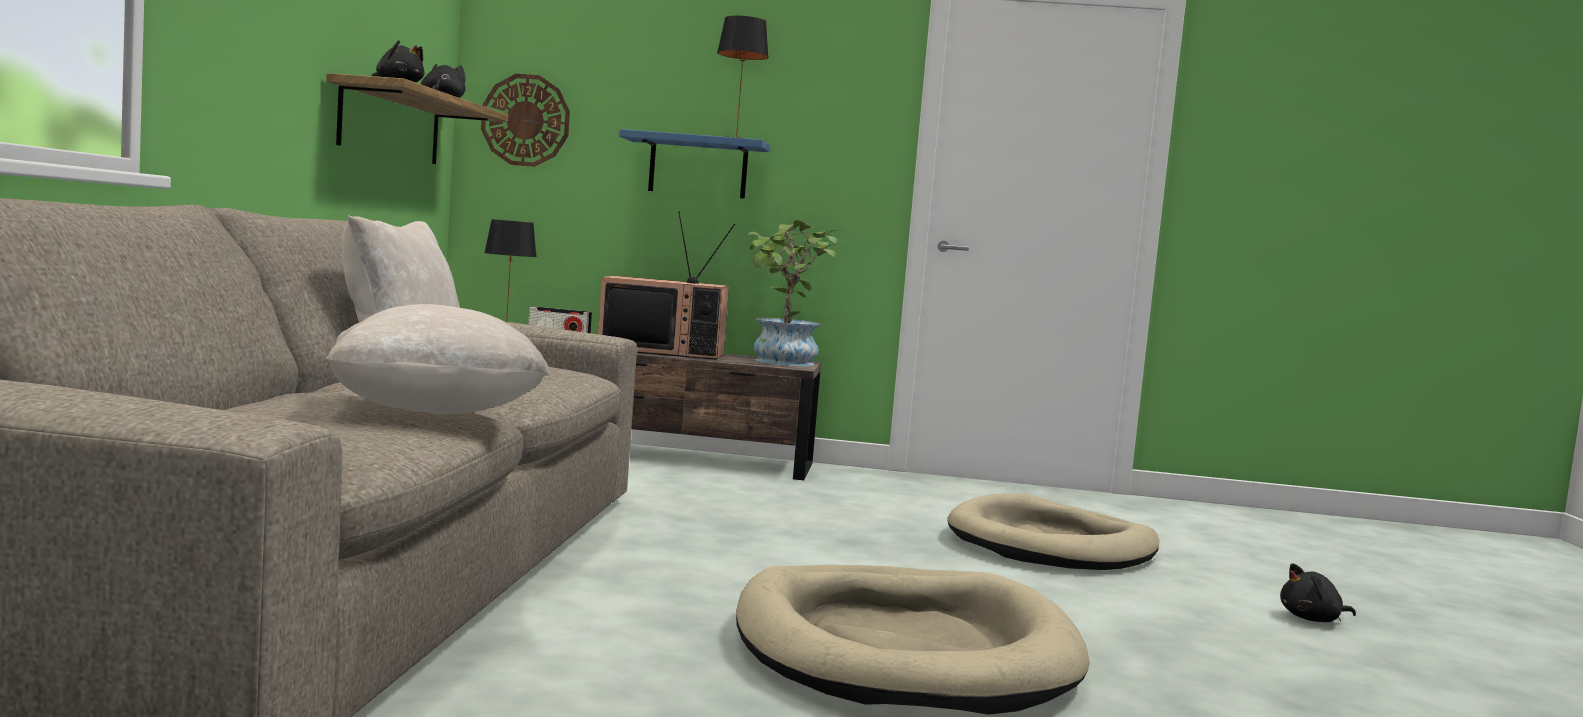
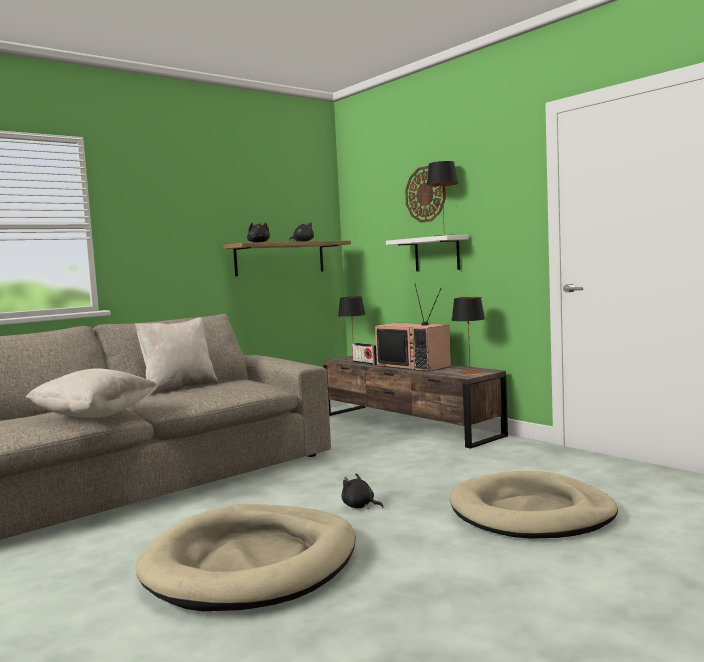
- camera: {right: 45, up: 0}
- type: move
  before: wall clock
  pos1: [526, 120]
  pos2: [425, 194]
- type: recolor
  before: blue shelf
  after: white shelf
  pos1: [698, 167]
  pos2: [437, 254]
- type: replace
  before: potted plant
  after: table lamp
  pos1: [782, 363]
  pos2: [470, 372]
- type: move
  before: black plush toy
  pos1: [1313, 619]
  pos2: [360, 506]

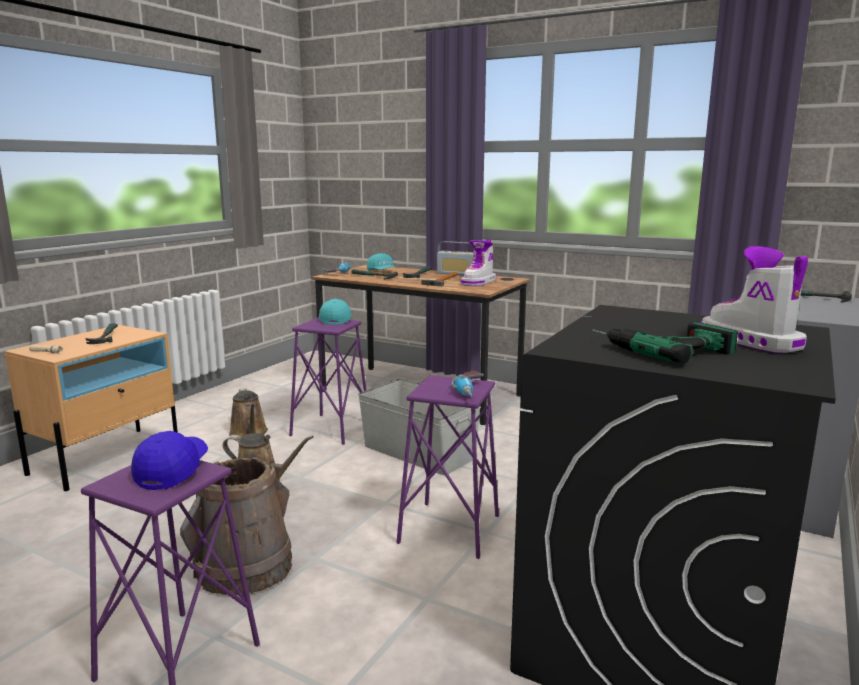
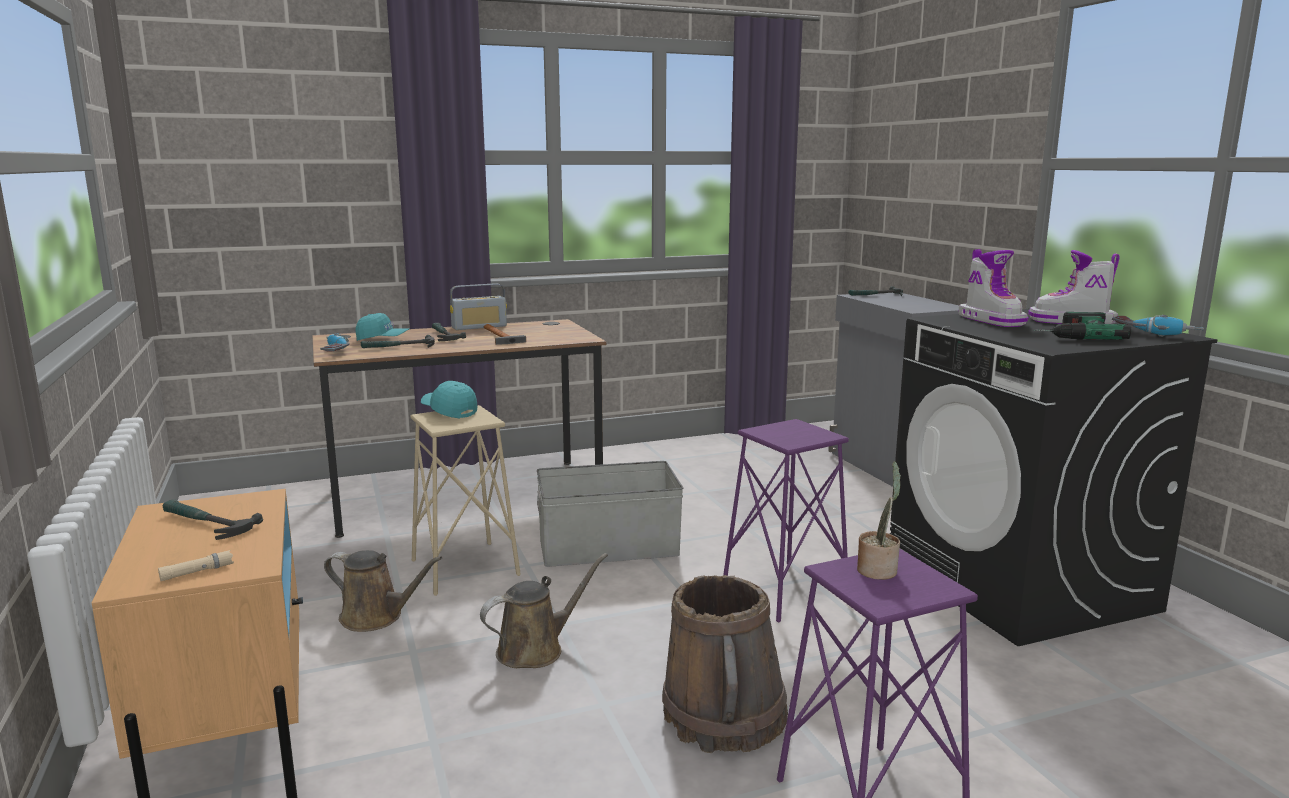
- camera: {right: -50, up: 0}
- type: move
  before: boot
  pos1: [479, 282]
  pos2: [991, 320]
- type: recolor
  before: purple stool
  after: beige stool
  pos1: [331, 429]
  pos2: [464, 568]
- type: move
  before: power drill
  pos1: [470, 392]
  pos2: [1154, 334]
- type: replace
  before: blue cap
  after: potted plant
  pos1: [172, 471]
  pos2: [878, 570]

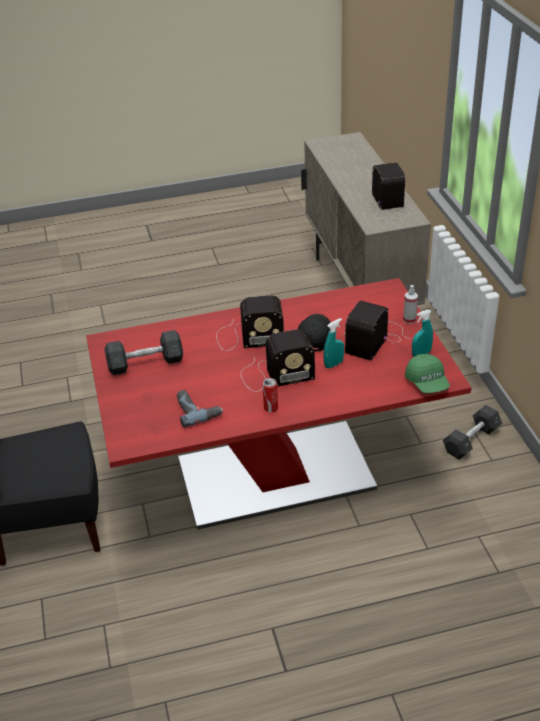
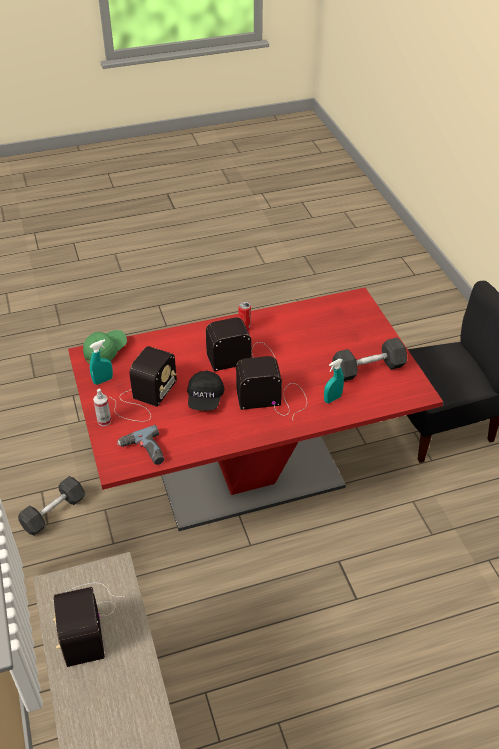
- camera: {right: 175, up: 5}
- type: move
  before: turquoise spray bottle
  pos1: [333, 364]
  pos2: [332, 399]
- type: rotate
  before: green cap
  pos1: [427, 383]
  pos2: [105, 351]
  turn: 60
- type: move
  before: power drill
  pos1: [197, 410]
  pos2: [143, 451]

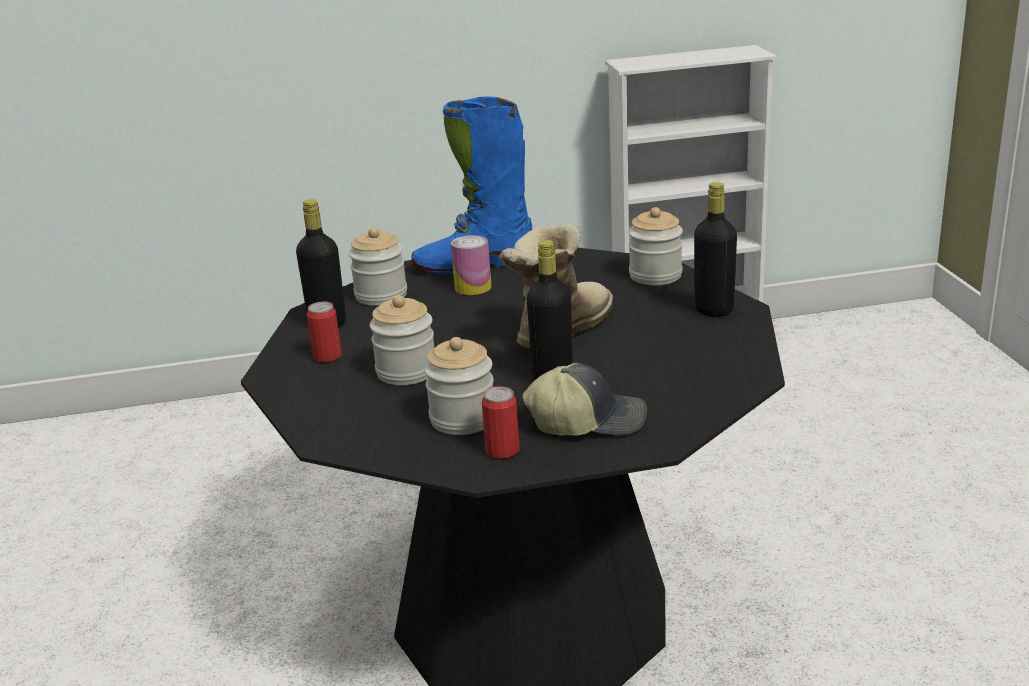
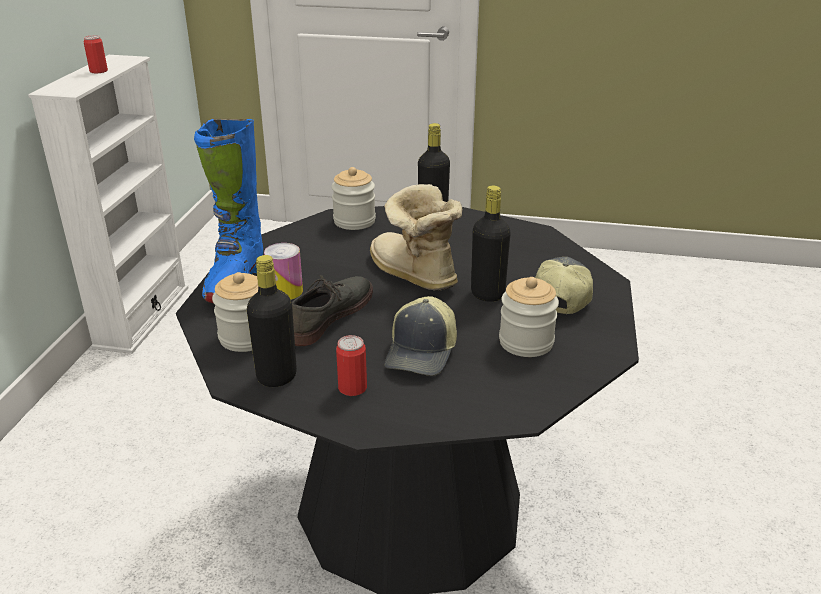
- camera: {right: -70, up: 5}
- type: replace
  before: jar
  after: cap
  pos1: [406, 372]
  pos2: [422, 352]
- type: move
  before: can
  pos1: [502, 450]
  pos2: [98, 71]
- type: insert
  after: grey shoe
  pos2: [329, 315]

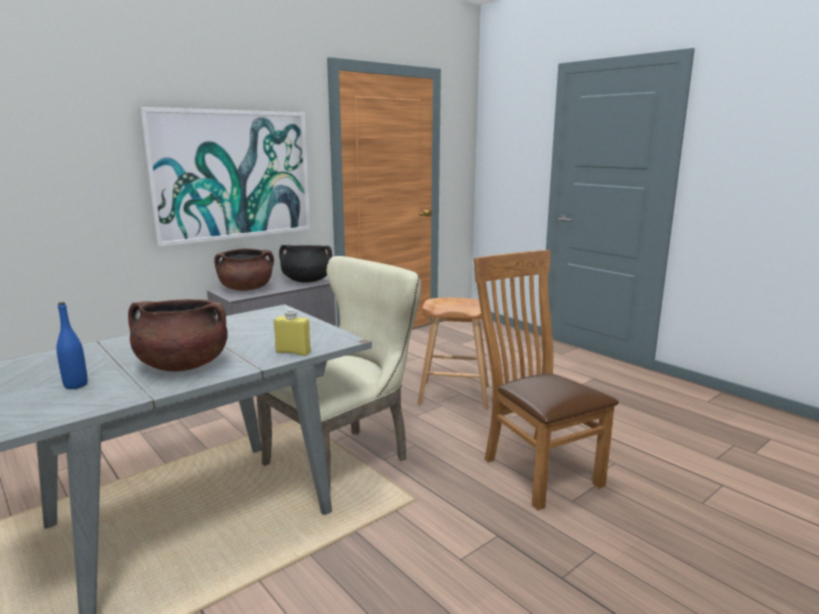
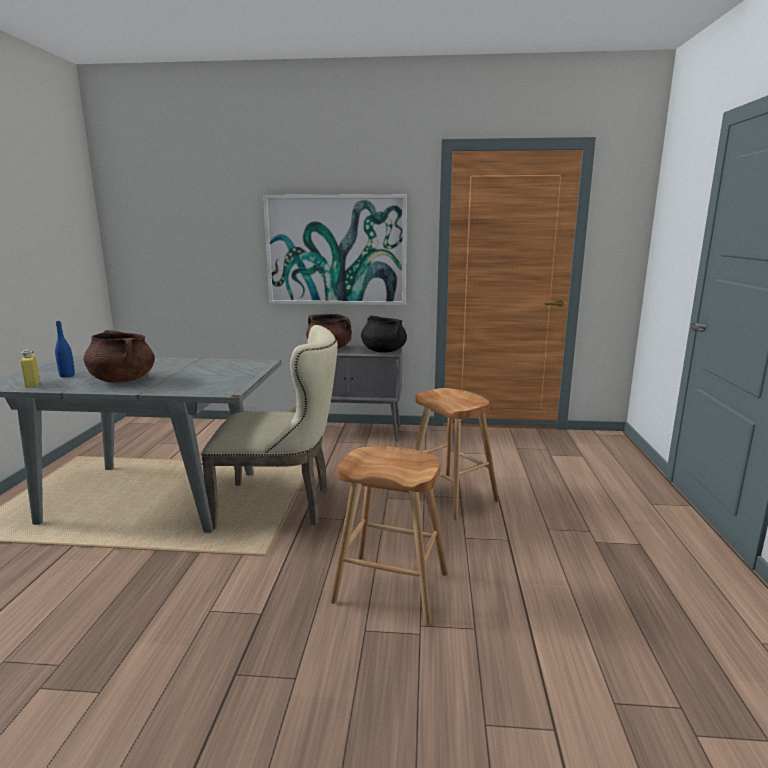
- camera: {right: 45, up: 0}
- type: replace
  before: brown chair
  after: brown stool
  pos1: [535, 469]
  pos2: [390, 588]
- type: move
  before: yellow bottle
  pos1: [293, 352]
  pos2: [32, 384]

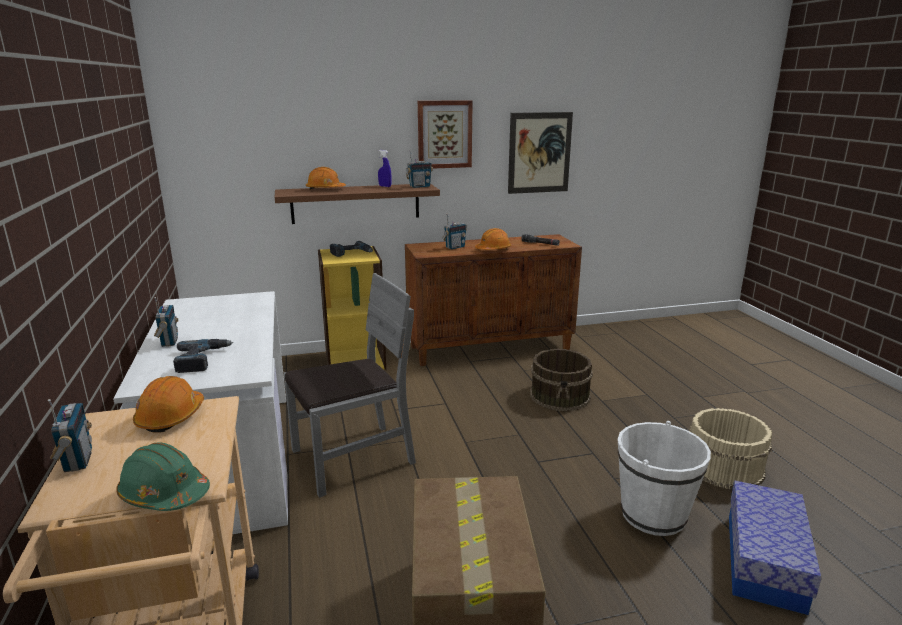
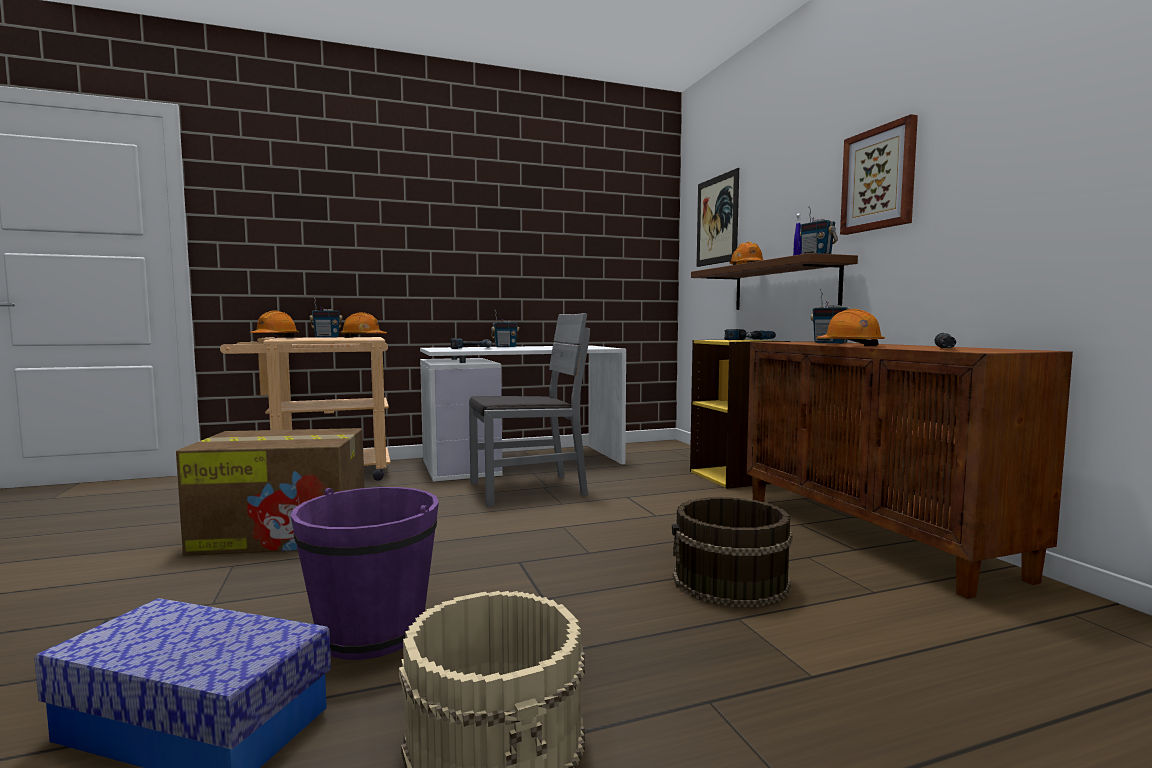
- camera: {right: 85, up: -15}
- type: move
  before: picture
  pos1: [539, 153]
  pos2: [717, 220]
- type: rotate
  before: grey chair
  pos1: [353, 458]
  pos2: [527, 489]
  turn: -75
- type: recolor
  before: white bucket
  after: purple bucket
  pos1: [653, 514]
  pos2: [371, 632]
- type: recolor
  before: green hard hat
  after: orange hard hat
  pos1: [164, 494]
  pos2: [275, 337]

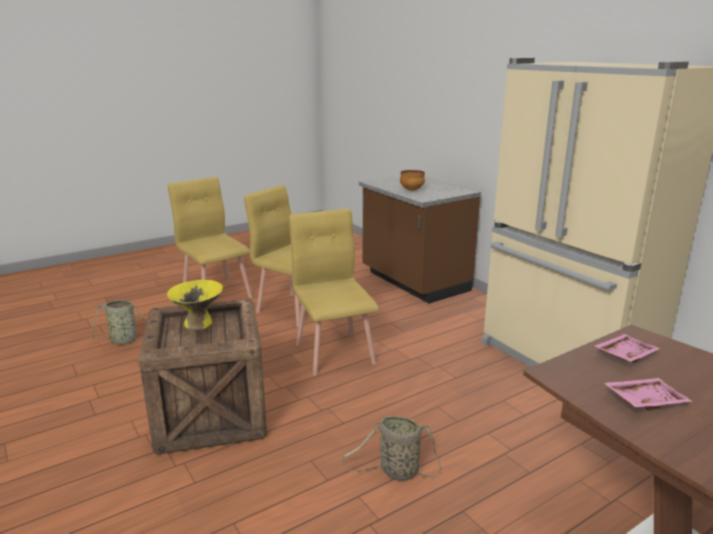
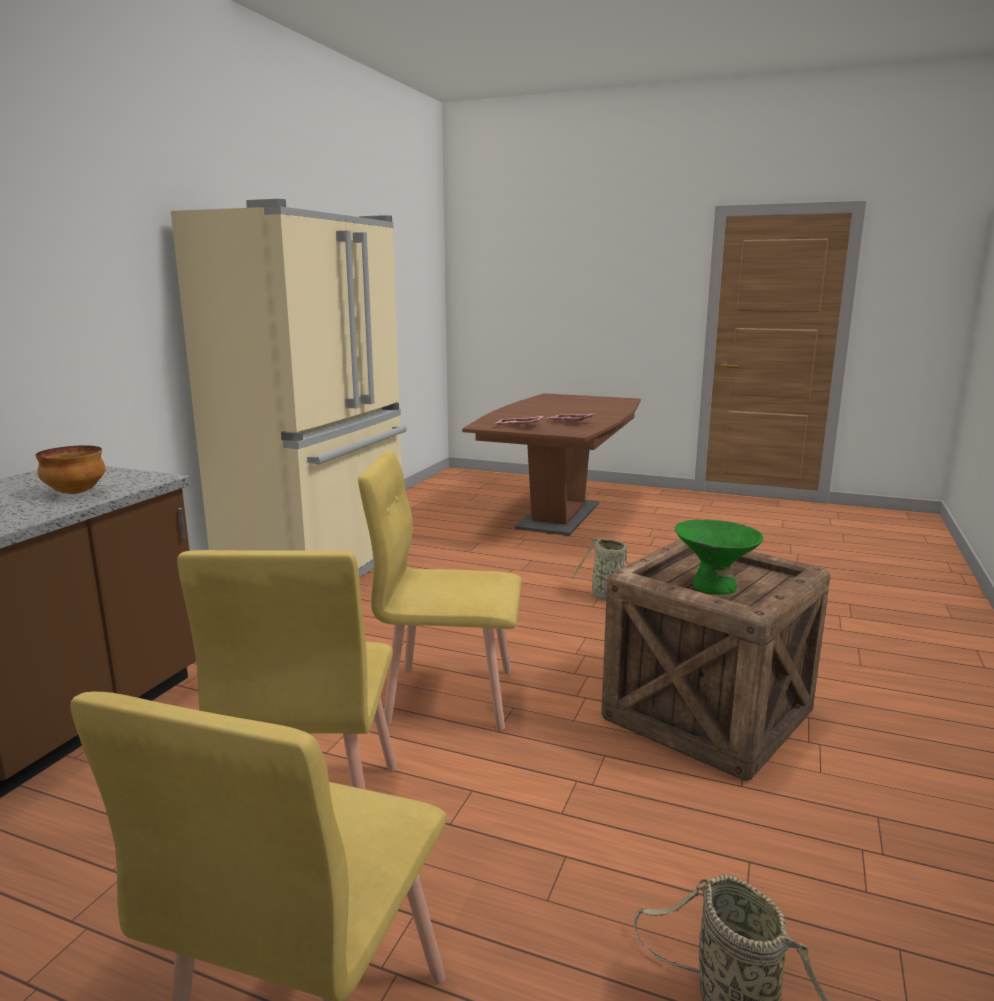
- camera: {right: -125, up: -5}
- type: rotate
  before: yellow chair
  pos1: [335, 353]
  pos2: [449, 695]
  turn: 60
- type: recolor
  before: yellow bowl
  after: green bowl
  pos1: [198, 323]
  pos2: [714, 585]

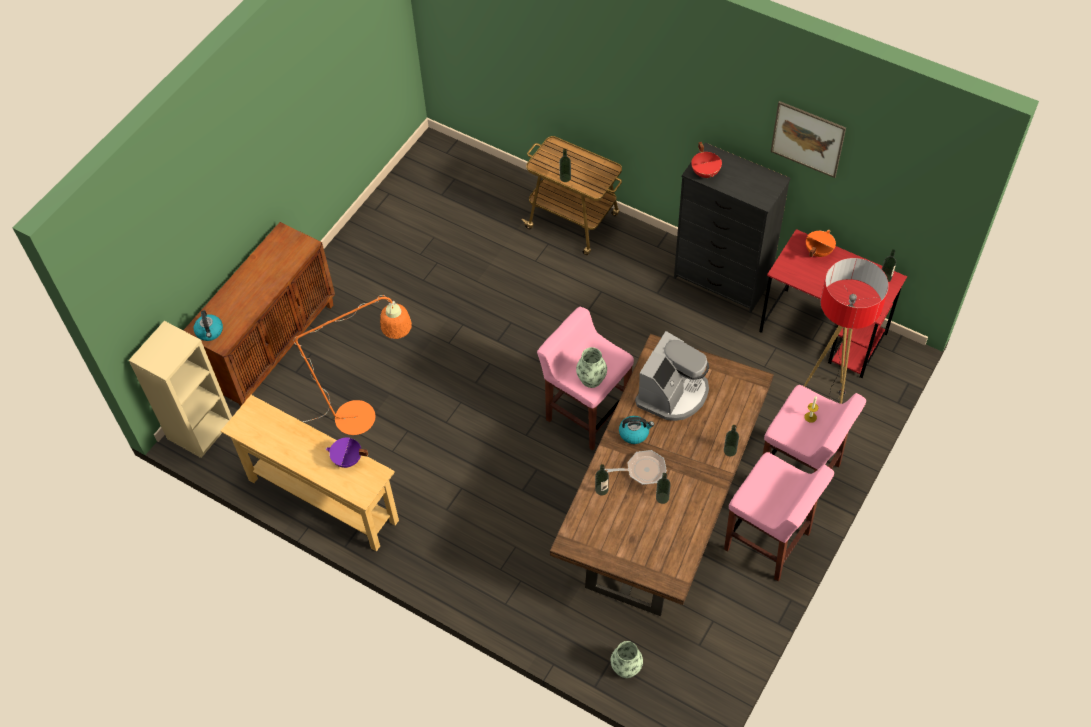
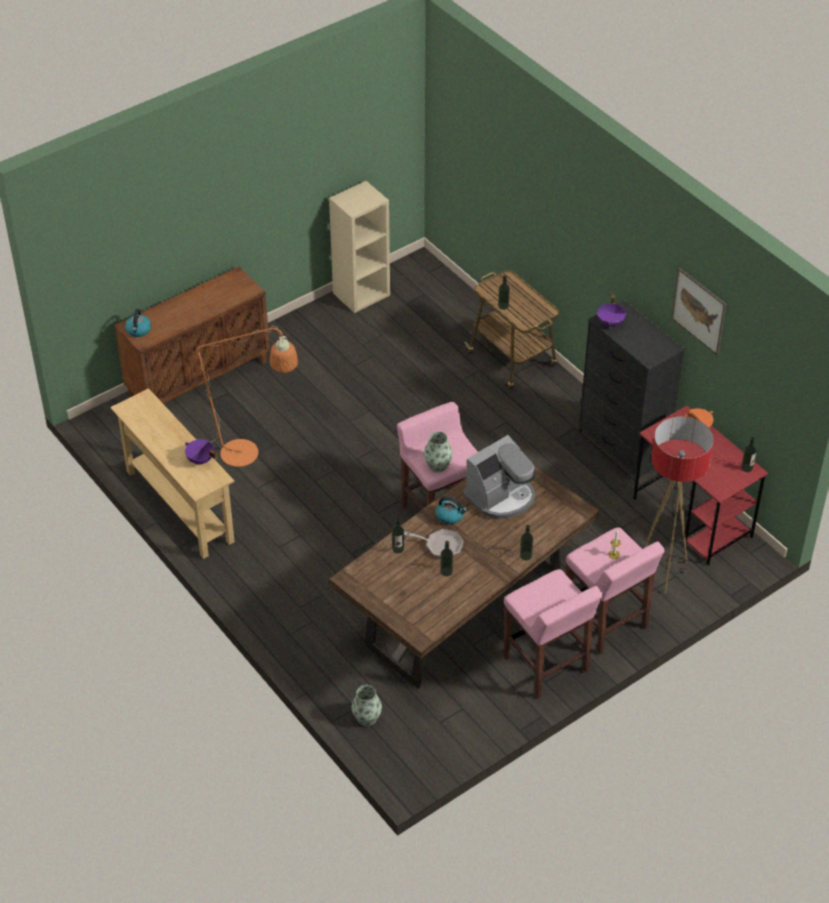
- camera: {right: 20, up: -10}
- type: recolor
  before: red cooking pot
  after: purple cooking pot
  pos1: [705, 172]
  pos2: [610, 323]
- type: move
  before: beige bookcase
  pos1: [200, 428]
  pos2: [361, 293]

